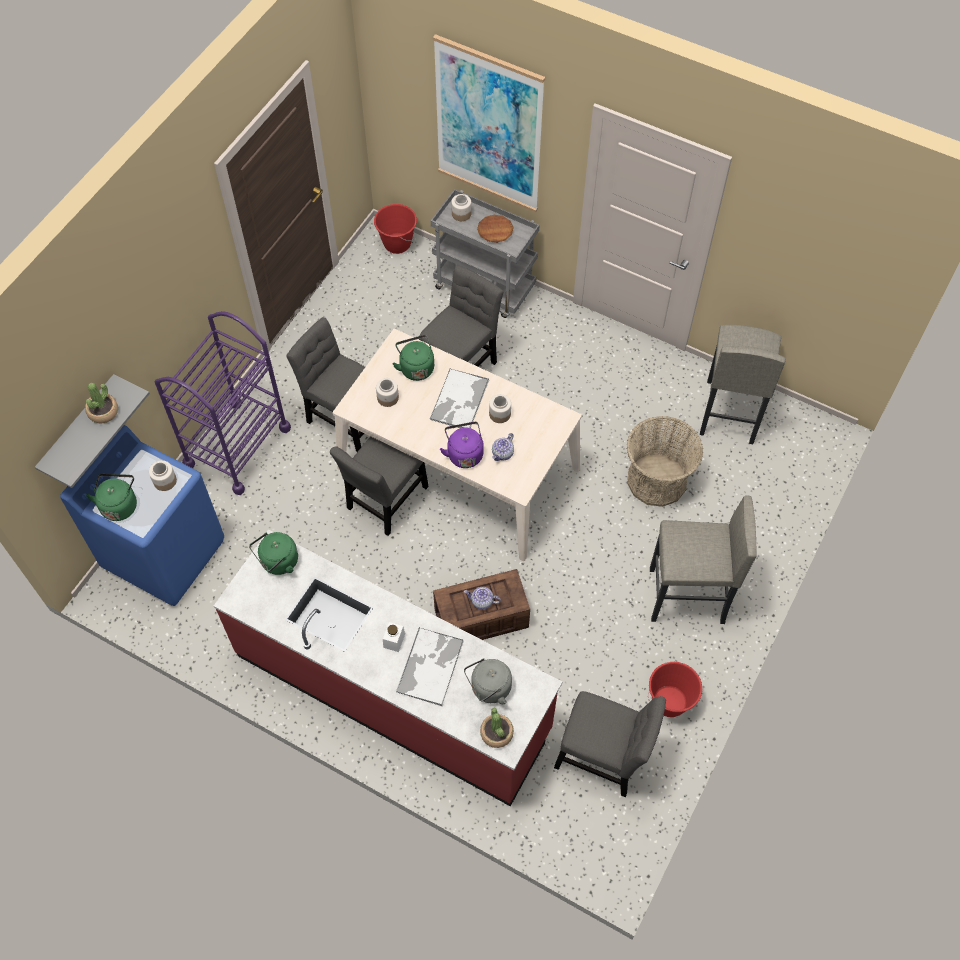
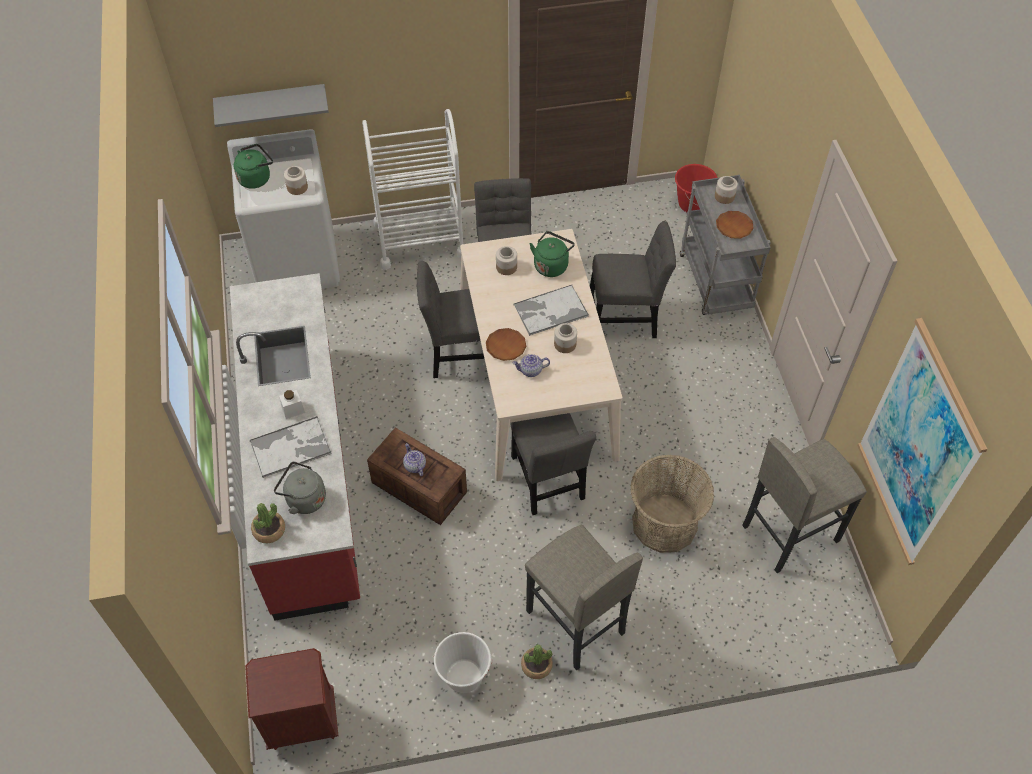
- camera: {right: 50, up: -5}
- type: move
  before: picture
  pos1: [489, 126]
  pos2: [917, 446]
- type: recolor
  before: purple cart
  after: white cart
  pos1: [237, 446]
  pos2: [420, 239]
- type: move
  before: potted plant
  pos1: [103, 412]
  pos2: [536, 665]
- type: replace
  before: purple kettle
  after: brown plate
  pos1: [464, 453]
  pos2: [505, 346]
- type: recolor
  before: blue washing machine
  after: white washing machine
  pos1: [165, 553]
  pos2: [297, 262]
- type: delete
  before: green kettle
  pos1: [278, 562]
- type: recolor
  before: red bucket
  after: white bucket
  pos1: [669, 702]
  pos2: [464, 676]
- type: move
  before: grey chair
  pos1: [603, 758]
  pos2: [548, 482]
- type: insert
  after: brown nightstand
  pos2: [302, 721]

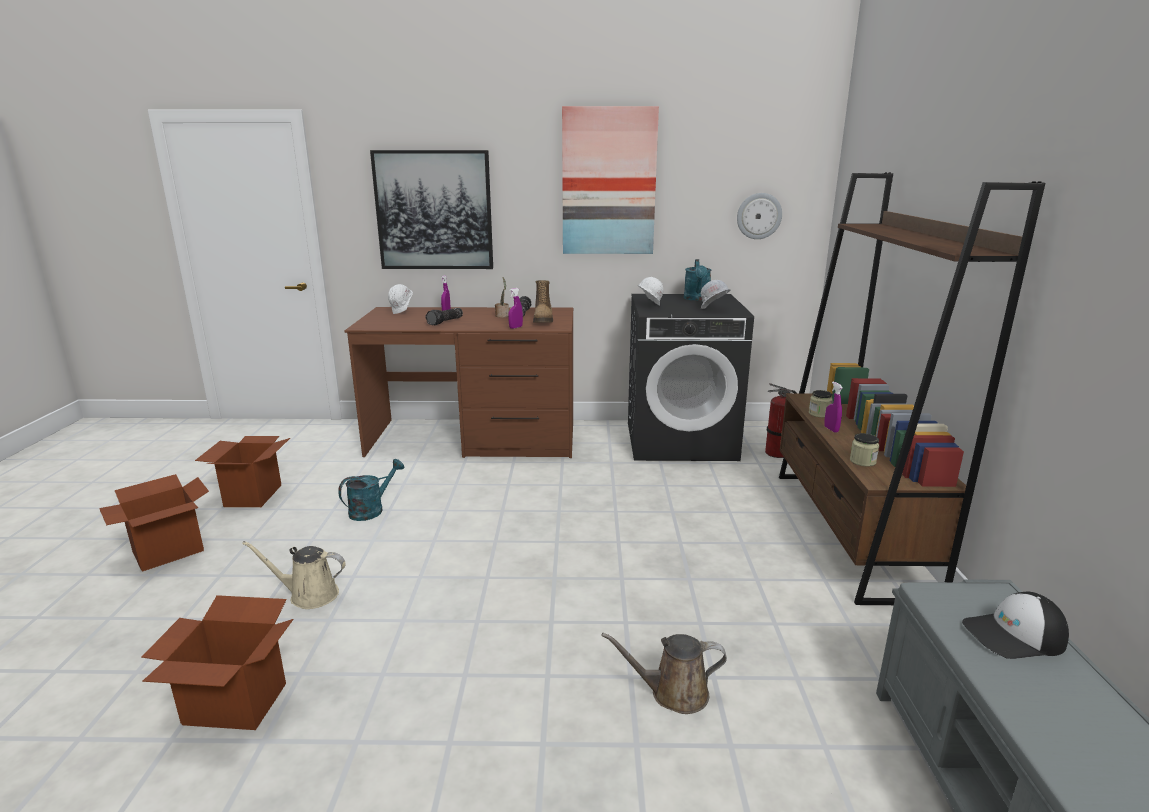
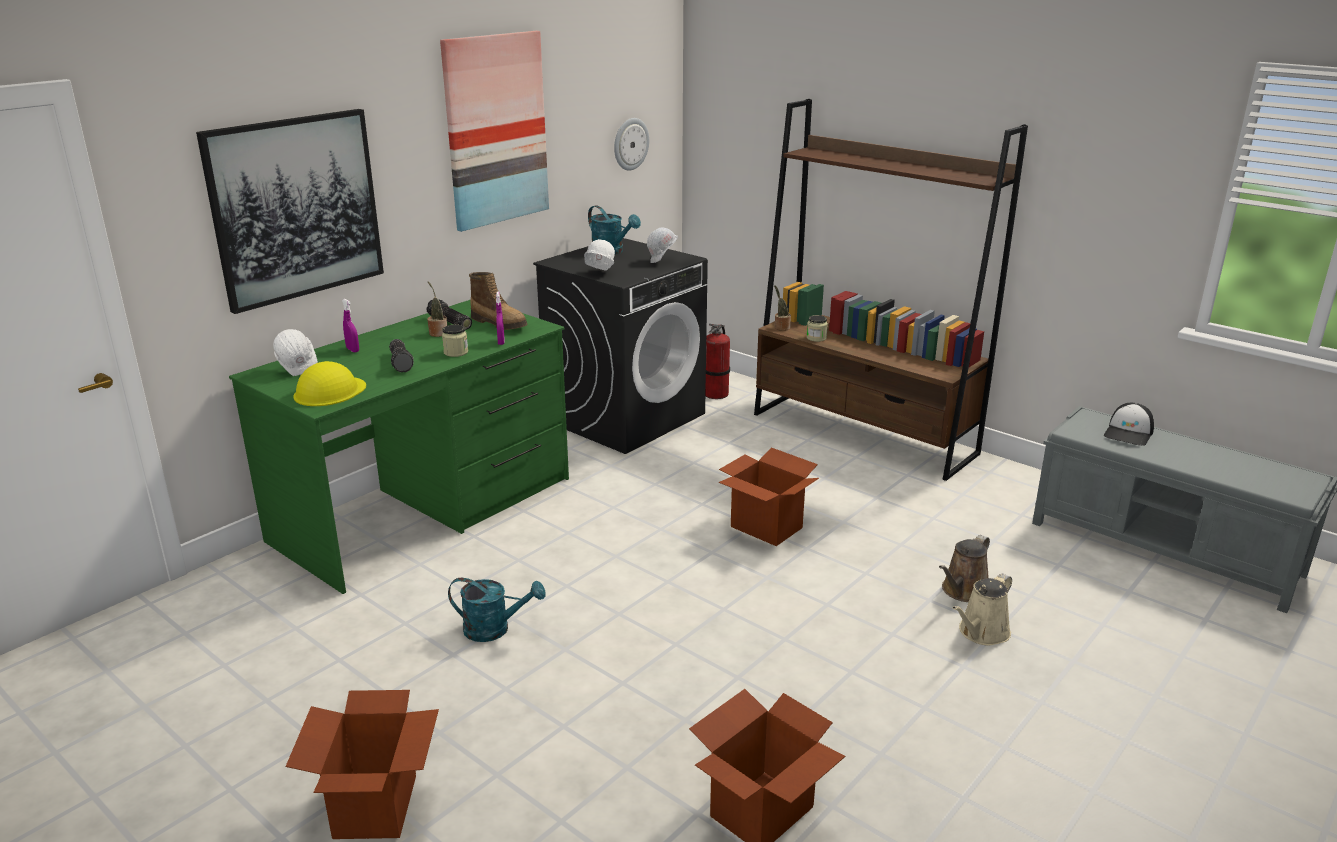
- camera: {right: -50, up: 5}
- type: recolor
  before: brown desk
  after: green desk
  pos1: [474, 438]
  pos2: [425, 509]
- type: delete
  before: purple spray bottle
  pos1: [831, 429]
- type: move
  before: jar
  pos1: [862, 461]
  pos2: [456, 352]
- type: move
  before: cardboard box
  pos1: [253, 495]
  pos2: [766, 527]
- type: rotate
  before: turquoise watering can
  pos1: [371, 509]
  pos2: [495, 629]
  turn: 105
- type: move
  before: beige watering can
  pos1: [309, 595]
  pos2: [981, 633]
- type: insert
  after: potted plant
  pos2: [781, 327]
- type: insert
  after: yellow hard hat
  pos2: [329, 391]

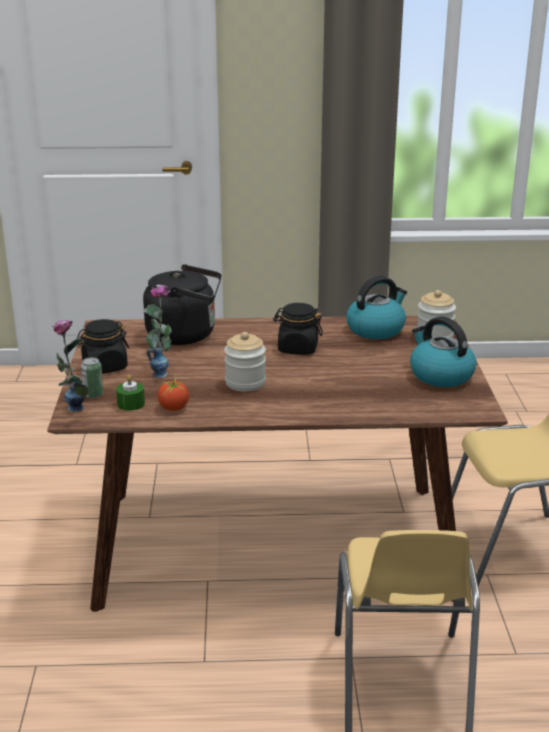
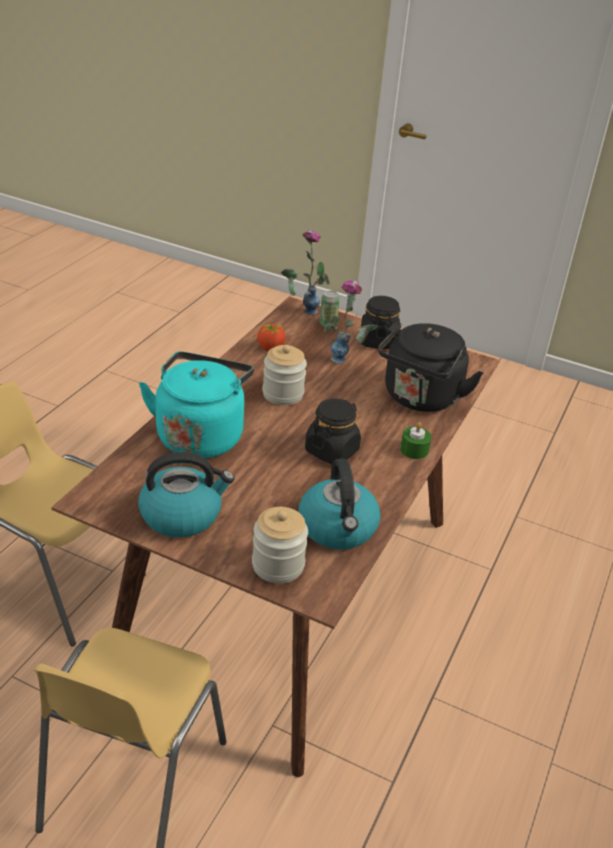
- camera: {right: 115, up: 10}
- type: move
  before: green candle
  pos1: [131, 404]
  pos2: [414, 450]
- type: insert
  after: turquoise kettle
  pos2: [200, 435]

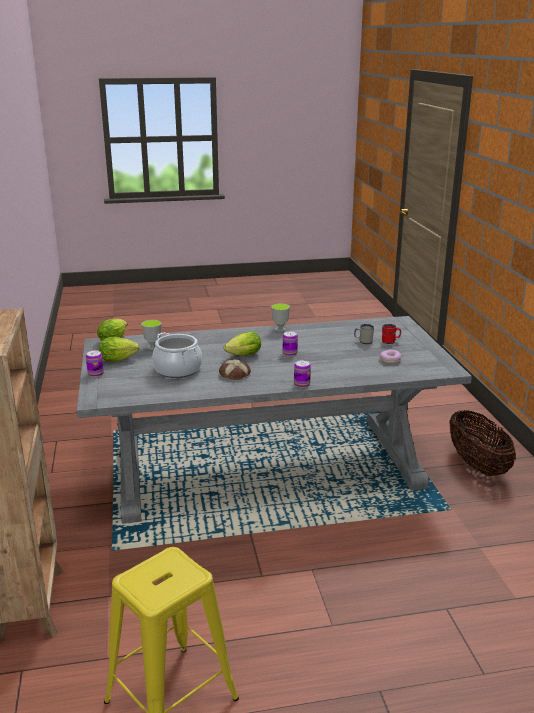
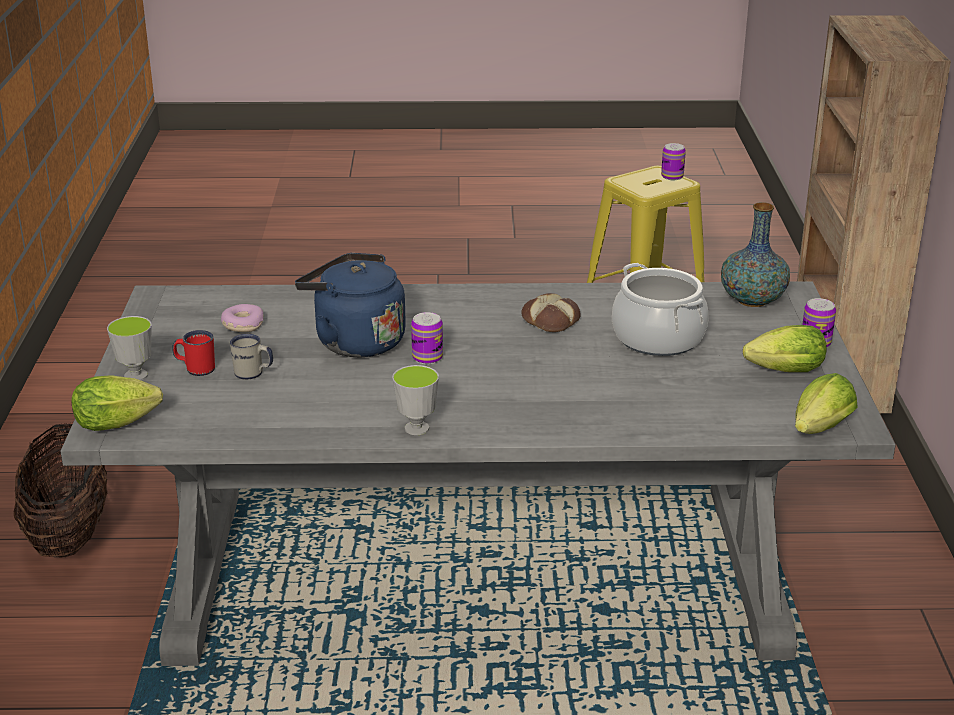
- camera: {right: -170, up: 5}
- type: move
  before: cup
  pos1: [153, 347]
  pos2: [136, 376]
- type: move
  before: lettuce
  pos1: [242, 356]
  pos2: [121, 423]
- type: move
  before: can
  pos1: [302, 384]
  pos2: [672, 176]
- type: insert
  after: vase
  pos2: [752, 300]
- type: insert
  after: blue kettle
  pos2: [355, 341]

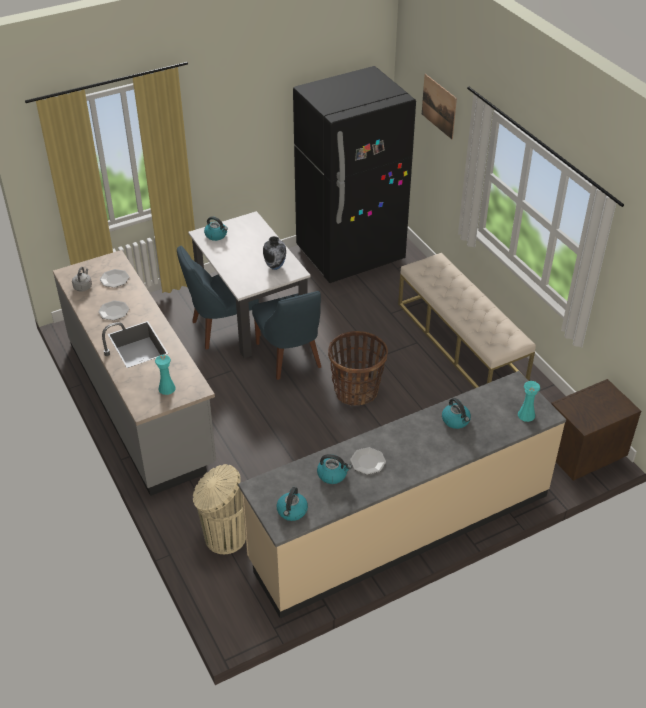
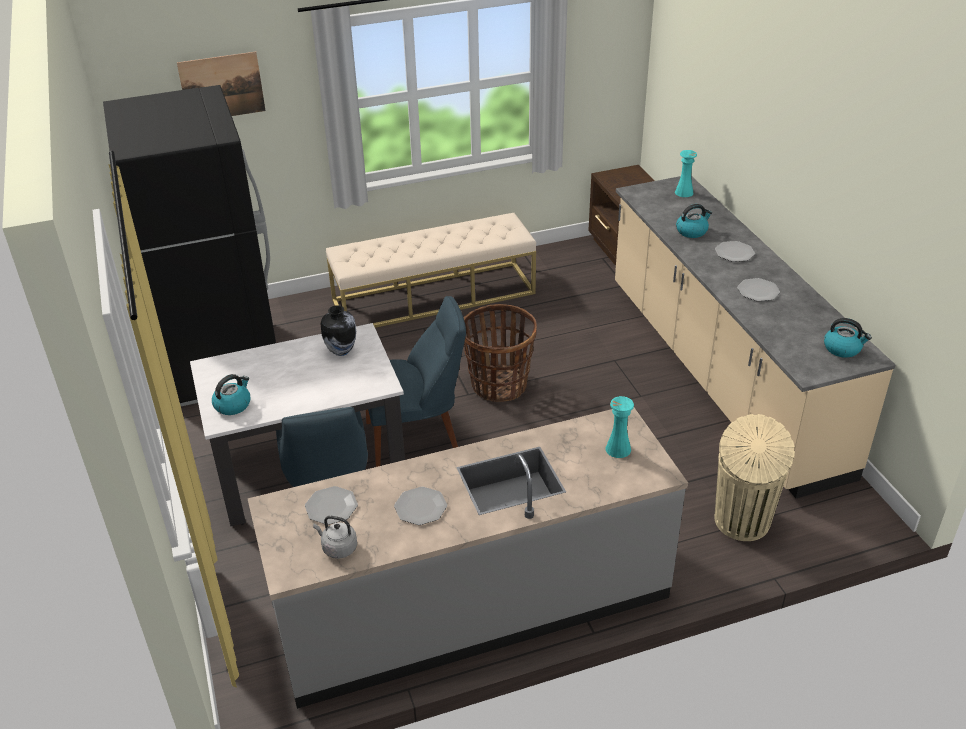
- camera: {right: -80, up: -5}
- type: delete
  before: kettle
  pos1: [332, 474]
- type: insert
  after: plate
  pos2: [734, 252]

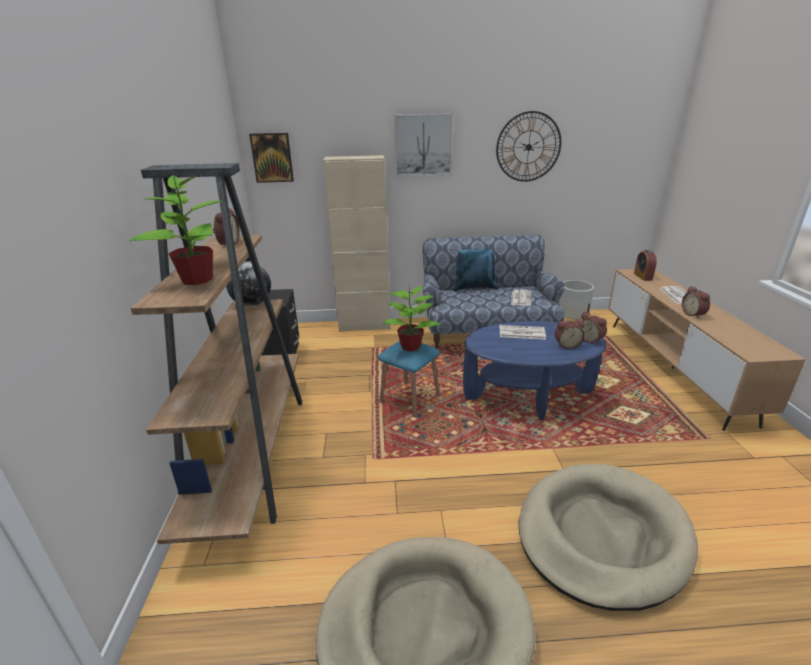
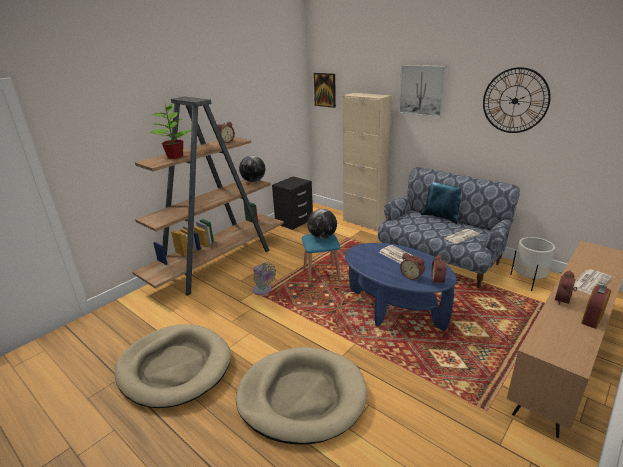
- camera: {right: 45, up: 0}
- type: move
  before: alarm clock
  pos1: [643, 276]
  pos2: [592, 318]
- type: replace
  before: potted plant
  after: globe
  pos1: [411, 346]
  pos2: [322, 237]
- type: insert
  after: grey fan
  pos2: [263, 290]

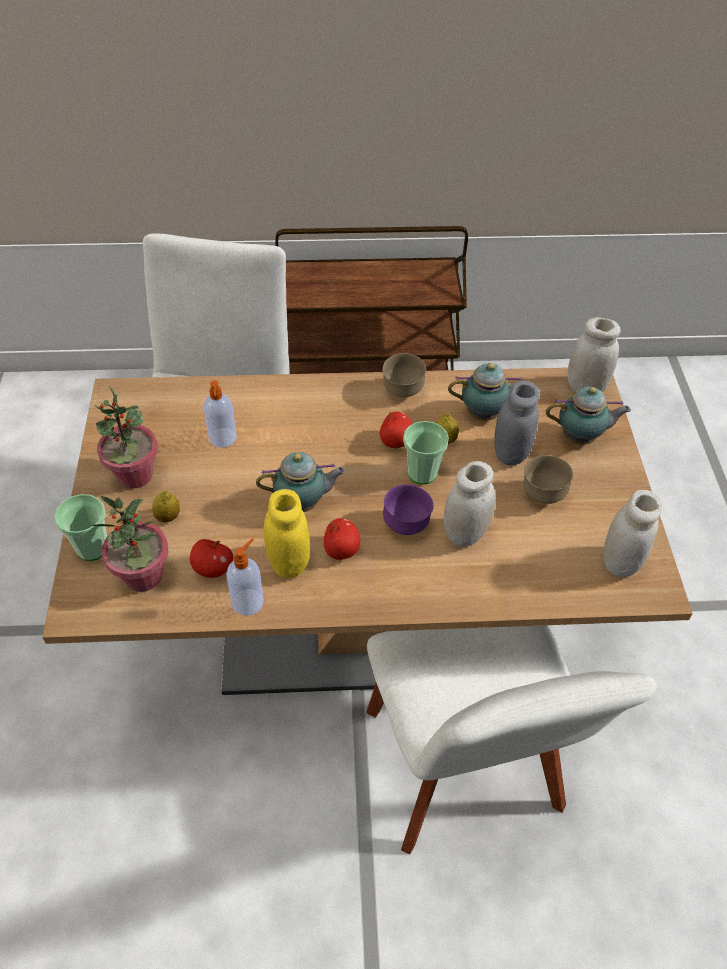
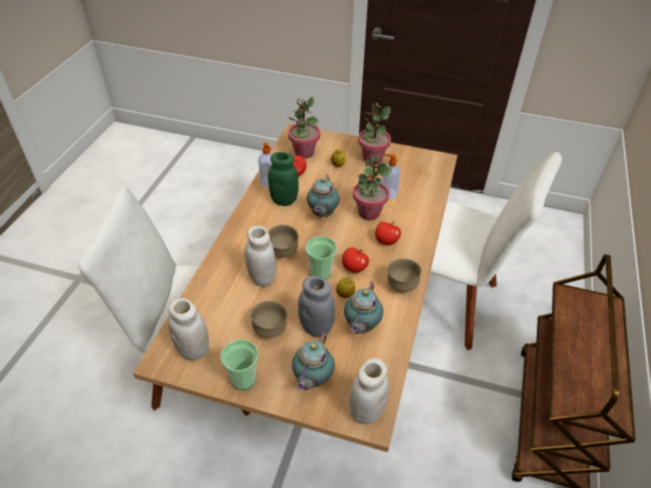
- camera: {right: 110, up: -5}
- type: recolor
  before: purple bowl
  after: brown bowl
  pos1: [406, 525]
  pos2: [283, 253]
- type: recolor
  before: yellow jar
  after: green jar
  pos1: [289, 562]
  pos2: [284, 200]
- type: move
  before: cup
  pos1: [92, 548]
  pos2: [243, 379]
- type: move
  before: apple
  pos1: [341, 550]
  pos2: [386, 241]
- type: insert
  after: potted plant
  pos2: [368, 213]

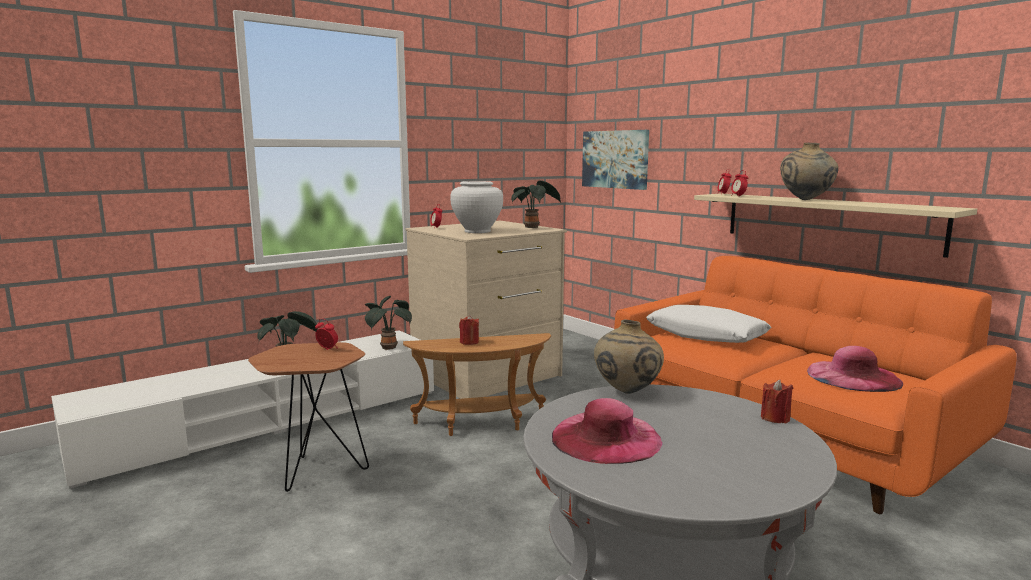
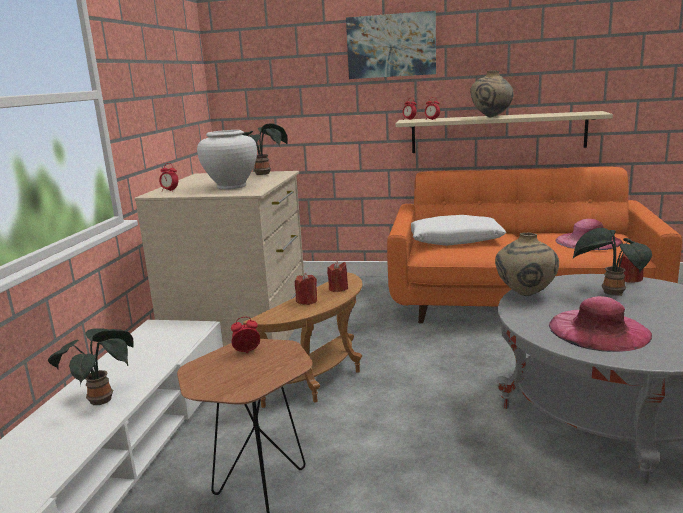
- camera: {right: -40, up: 5}
- type: move
  before: picture
  pos1: [615, 159]
  pos2: [391, 46]
- type: move
  before: potted plant
  pos1: [388, 347]
  pos2: [610, 293]
- type: insert
  after: red candle
  pos2: [338, 288]

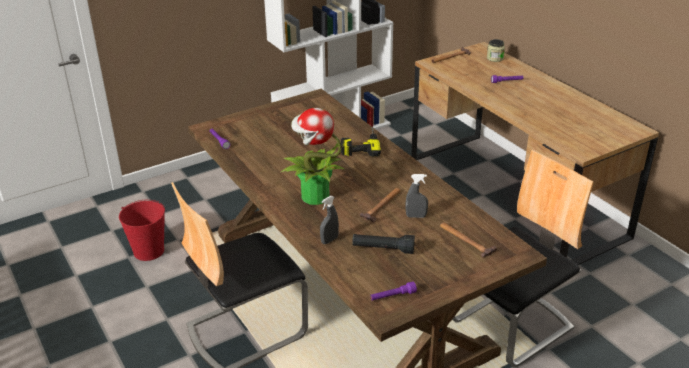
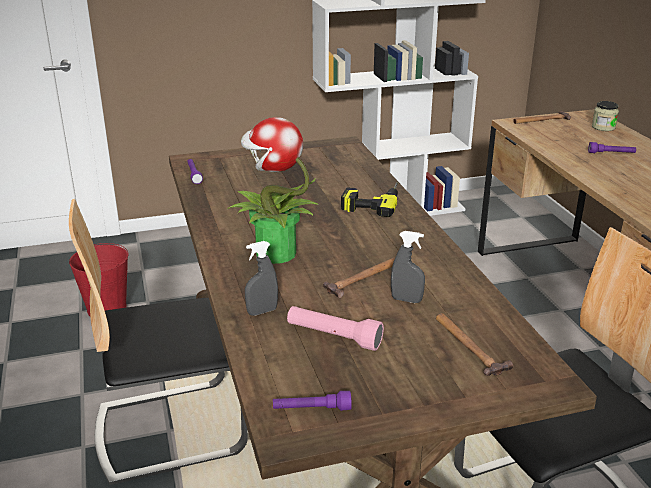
- camera: {right: 15, up: -5}
- type: recolor
  before: black flashlight
  after: pink flashlight
  pos1: [383, 249]
  pos2: [333, 337]

